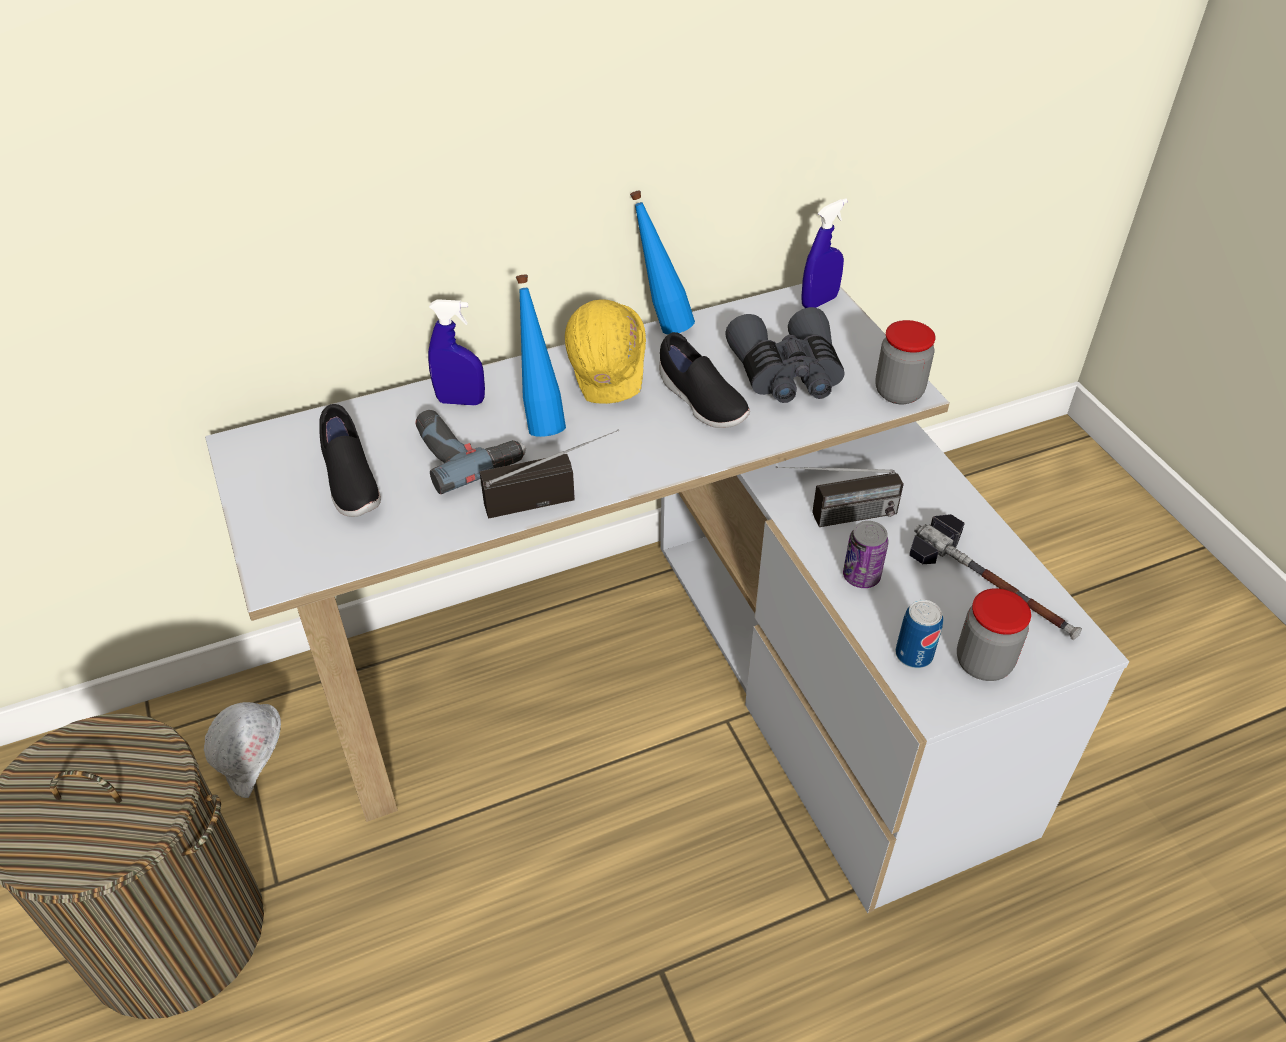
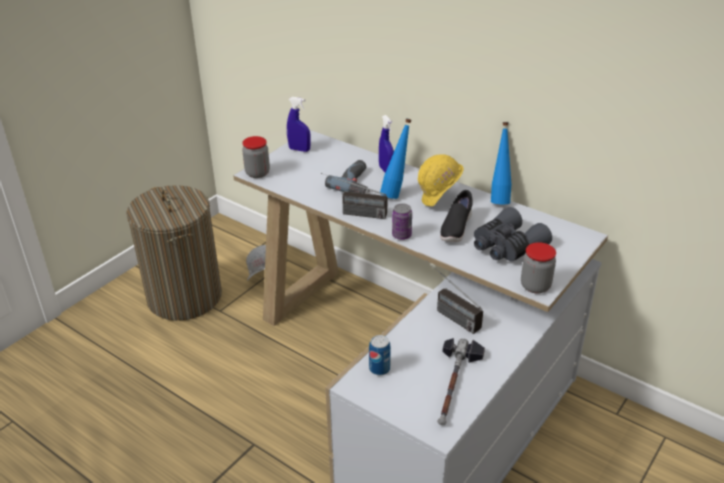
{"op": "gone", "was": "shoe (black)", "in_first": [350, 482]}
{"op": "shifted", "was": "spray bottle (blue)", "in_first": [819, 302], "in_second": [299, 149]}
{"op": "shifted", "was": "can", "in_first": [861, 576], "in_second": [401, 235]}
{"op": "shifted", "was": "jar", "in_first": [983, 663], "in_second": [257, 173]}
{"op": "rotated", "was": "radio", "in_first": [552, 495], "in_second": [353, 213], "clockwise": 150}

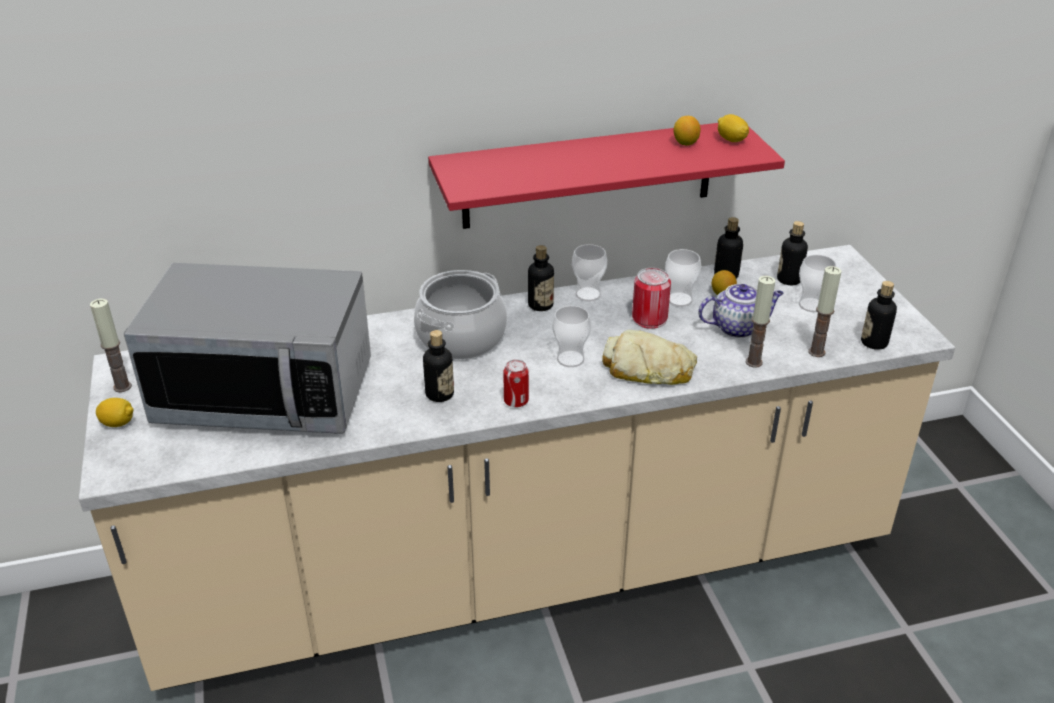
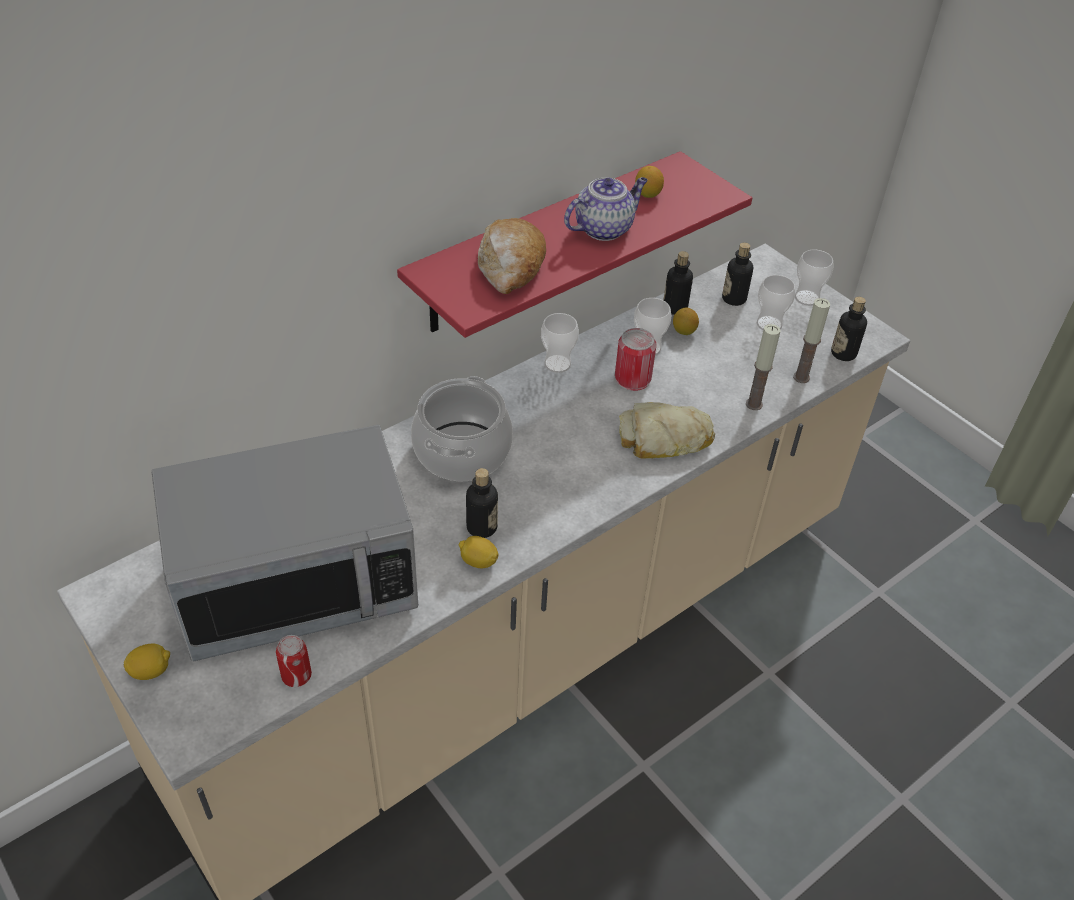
{"op": "gone", "was": "candle", "in_first": [122, 387]}
{"op": "gone", "was": "bottle", "in_first": [540, 305]}
{"op": "new", "now": "bread", "in_second": [511, 267]}
{"op": "shifted", "was": "can", "in_first": [516, 401], "in_second": [296, 676]}
{"op": "shifted", "was": "cup", "in_first": [570, 359], "in_second": [807, 298]}
{"op": "shifted", "was": "teapot", "in_first": [738, 327], "in_second": [604, 228]}
{"op": "shifted", "was": "citrus fruit", "in_first": [731, 140], "in_second": [478, 561]}

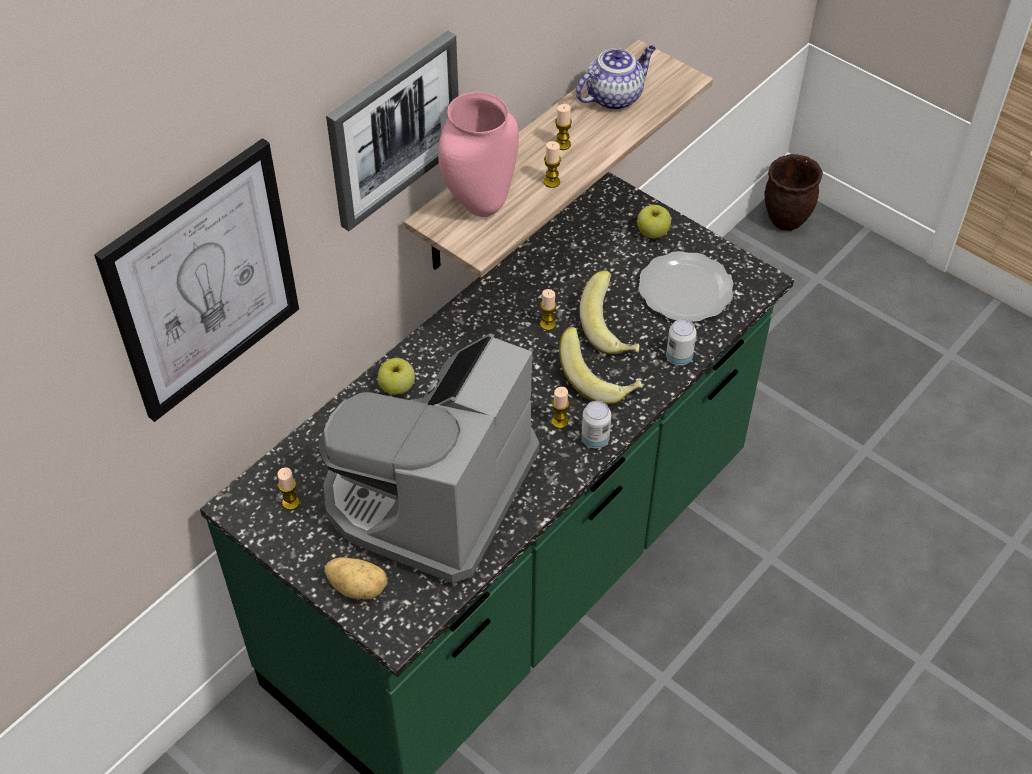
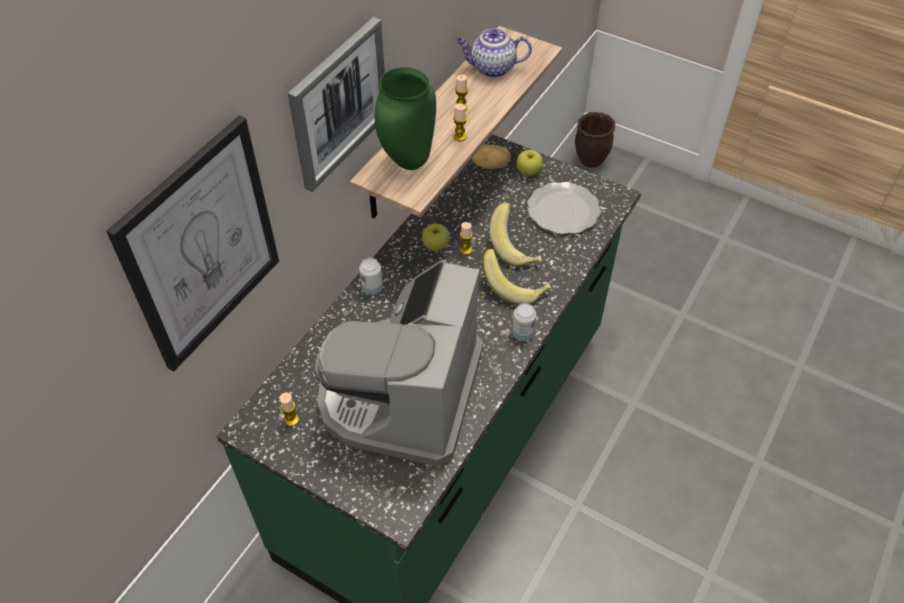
{"op": "gone", "was": "candle", "in_first": [559, 422]}
{"op": "shifted", "was": "potato", "in_first": [358, 586], "in_second": [490, 165]}
{"op": "shifted", "was": "apple", "in_first": [397, 387], "in_second": [436, 246]}
{"op": "shifted", "was": "can", "in_first": [679, 357], "in_second": [372, 288]}
{"op": "repainted", "was": "vase (pinkish)", "now": "vase (green-coloured)", "in_first": [479, 205], "in_second": [407, 161]}
{"op": "rotated", "was": "teapot", "in_first": [614, 96], "in_second": [492, 68], "clockwise": -135}

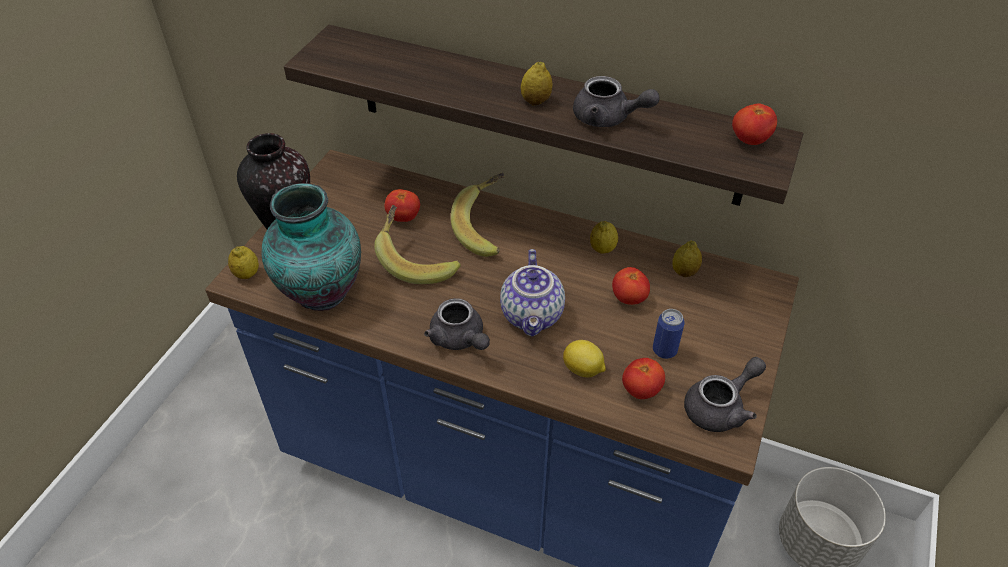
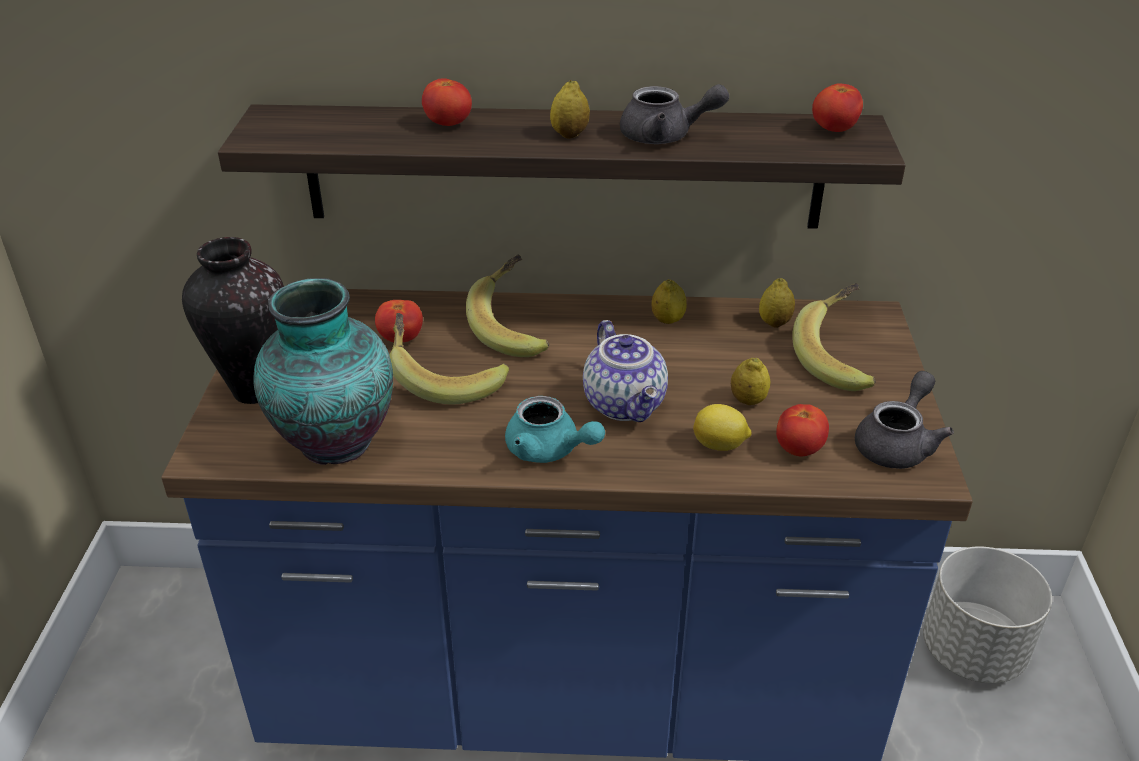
{"op": "gone", "was": "can", "in_first": [664, 350]}
{"op": "new", "now": "whole banana", "in_second": [841, 359]}
{"op": "shifted", "was": "citrus fruit", "in_first": [247, 274], "in_second": [748, 400]}
{"op": "shifted", "was": "tomato", "in_first": [629, 298], "in_second": [448, 124]}
{"op": "repainted", "was": "teapot (gray)", "now": "teapot (blue-green)", "in_first": [459, 339], "in_second": [549, 450]}

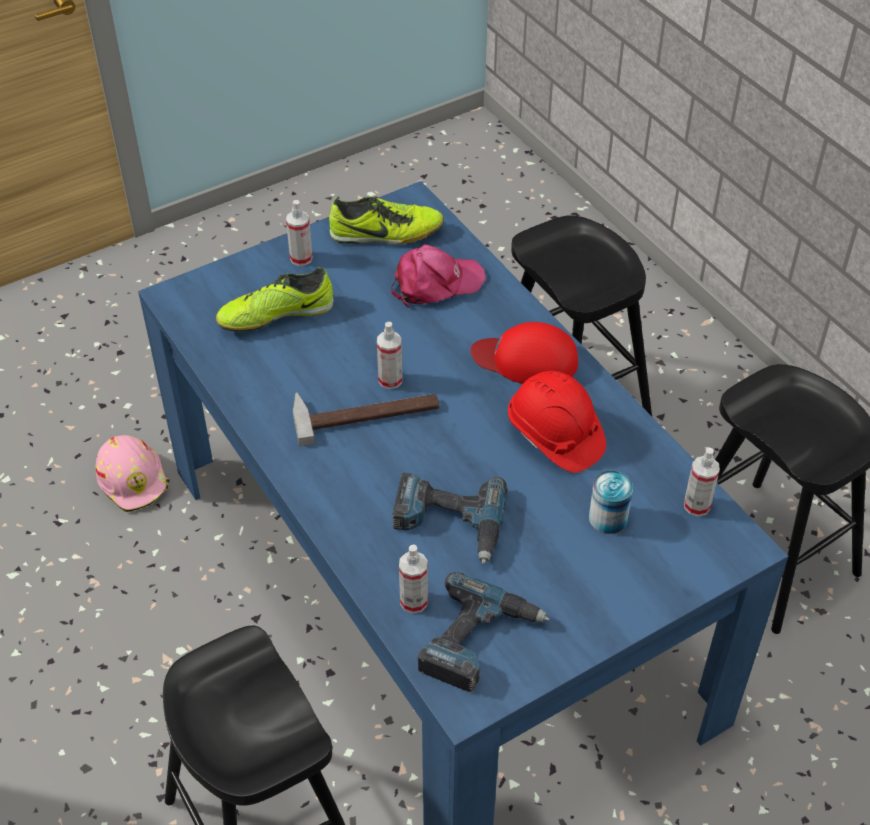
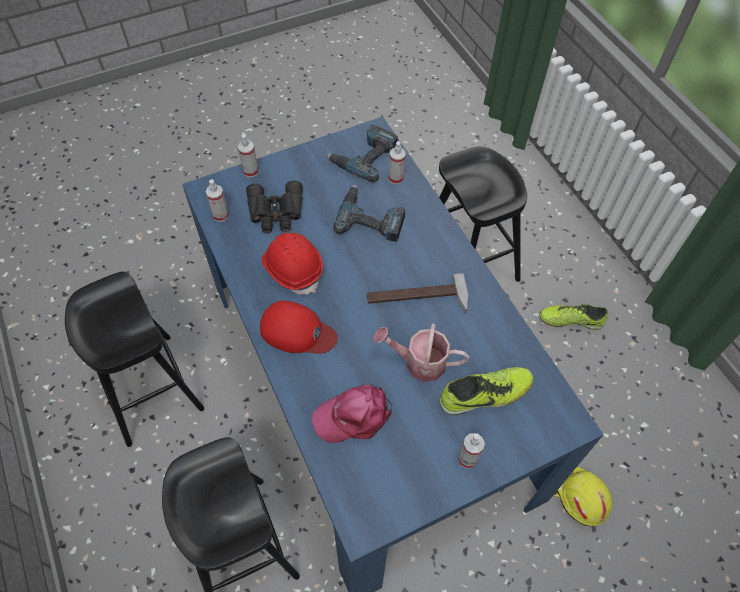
{"op": "new", "now": "watering pot", "in_second": [419, 362]}
{"op": "shifted", "was": "shoe", "in_first": [386, 234], "in_second": [570, 320]}
{"op": "shifted", "was": "spray bottle", "in_first": [390, 380], "in_second": [250, 171]}
{"op": "swapped", "was": "can", "now": "pair of binoculars (black)", "in_first": [608, 518], "in_second": [276, 213]}
{"op": "repainted", "was": "work helmet (pinkish)", "now": "work helmet (yellowish)", "in_first": [134, 480], "in_second": [579, 497]}

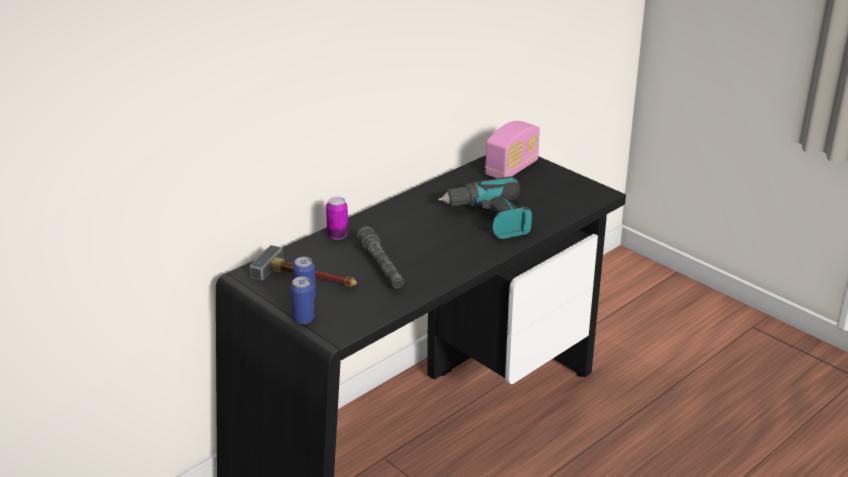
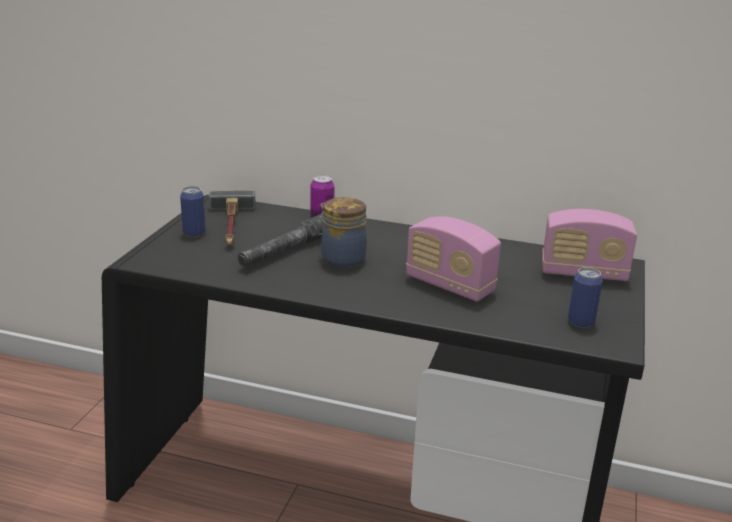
{"op": "new", "now": "jar", "in_second": [341, 259]}
{"op": "shifted", "was": "can", "in_first": [303, 319], "in_second": [581, 322]}
{"op": "swapped", "was": "drill", "now": "radio", "in_first": [490, 219], "in_second": [449, 285]}

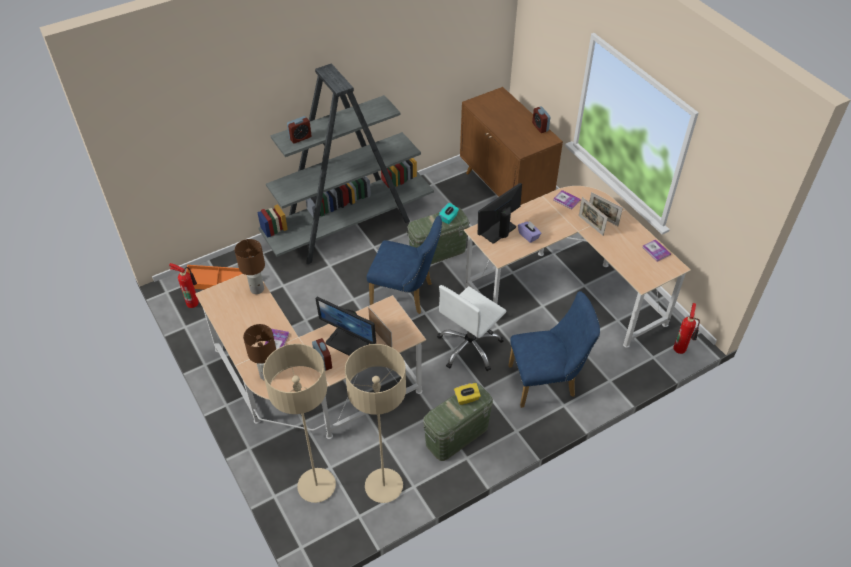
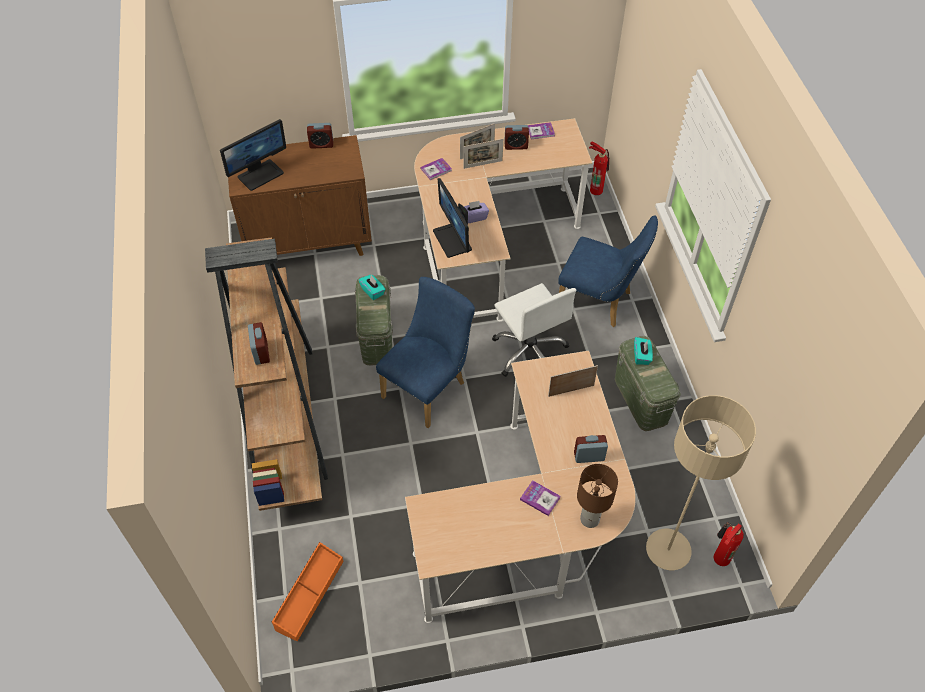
{"op": "gone", "was": "tabletop lamp (brownish)", "in_first": [257, 289]}
{"op": "gone", "was": "standard lamp (beige-coloured)", "in_first": [384, 486]}
{"op": "new", "now": "table clock", "in_second": [516, 146]}
{"op": "shifted", "was": "extinguisher", "in_first": [192, 302], "in_second": [719, 558]}
{"op": "shifted", "was": "computer screen", "in_first": [348, 342], "in_second": [260, 174]}
{"op": "repainted", "was": "bookcase (gray)", "now": "bookcase (brownish)", "in_first": [349, 226], "in_second": [284, 414]}
{"op": "repainted", "was": "box of tissues (yellowish)", "now": "box of tissues (blue-green)", "in_first": [467, 398], "in_second": [641, 356]}
{"op": "rotated", "was": "plain chair (blue)", "in_first": [547, 382], "in_second": [599, 303], "clockwise": 105}

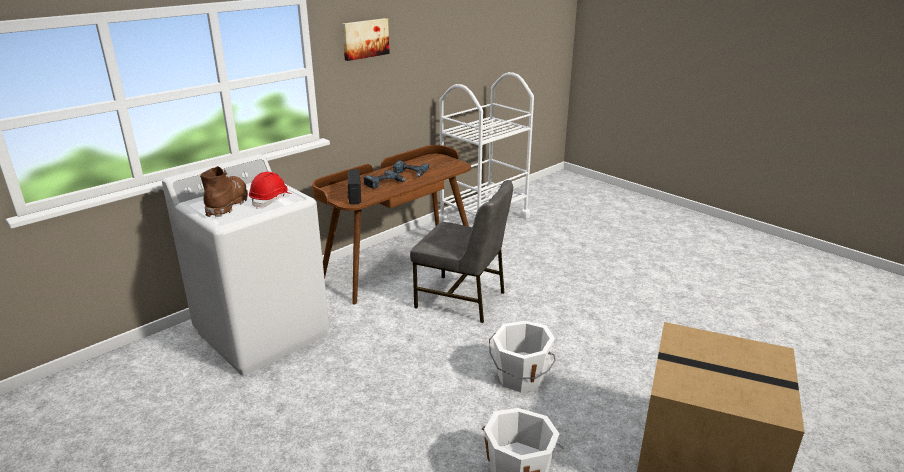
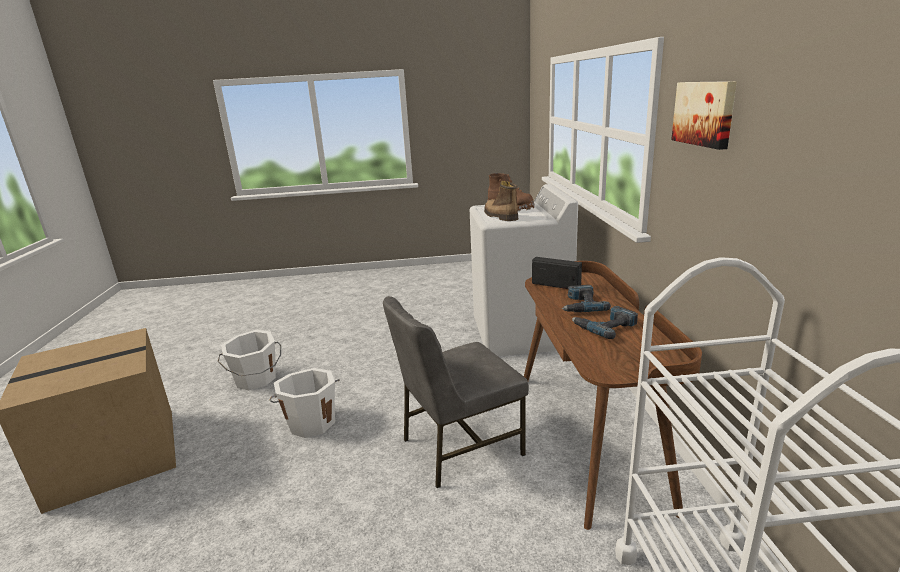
{"op": "swapped", "was": "work helmet (reddish)", "now": "boot", "in_first": [271, 200], "in_second": [500, 216]}

